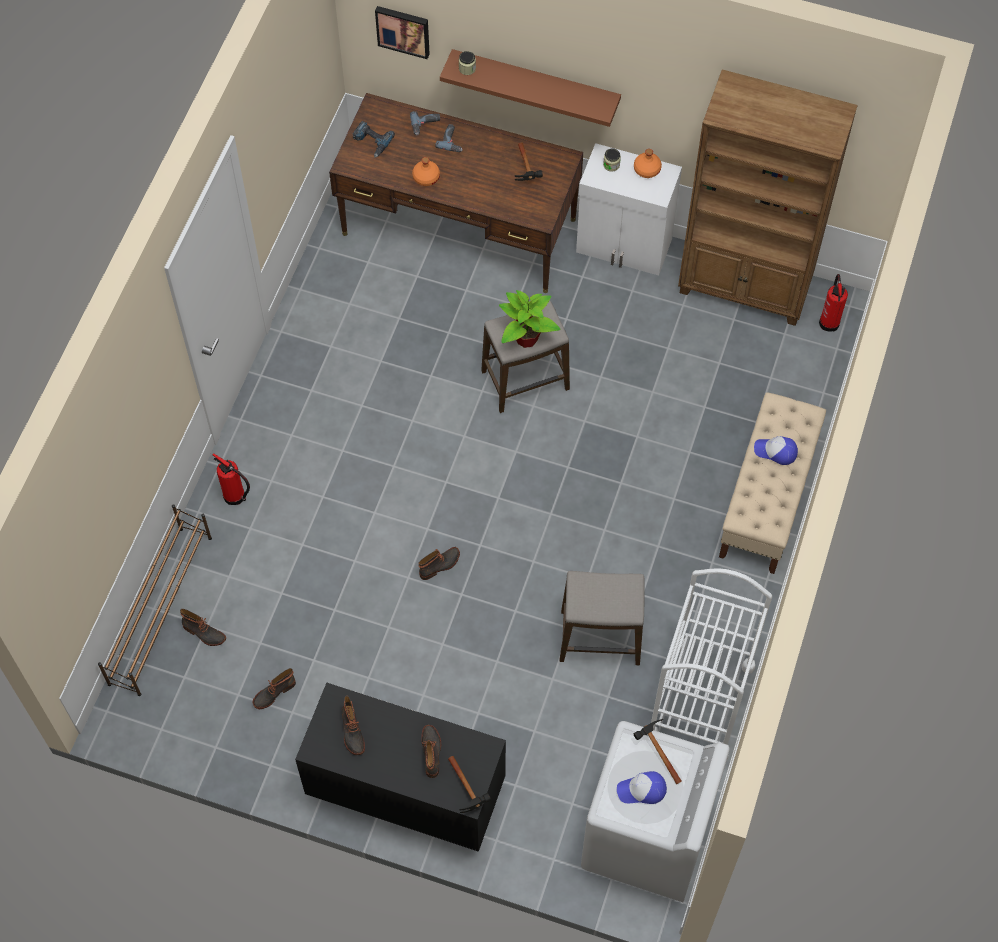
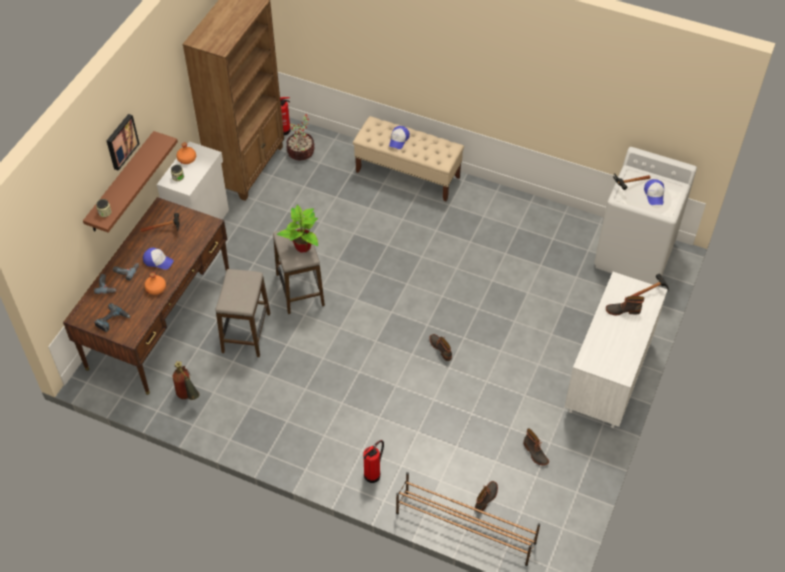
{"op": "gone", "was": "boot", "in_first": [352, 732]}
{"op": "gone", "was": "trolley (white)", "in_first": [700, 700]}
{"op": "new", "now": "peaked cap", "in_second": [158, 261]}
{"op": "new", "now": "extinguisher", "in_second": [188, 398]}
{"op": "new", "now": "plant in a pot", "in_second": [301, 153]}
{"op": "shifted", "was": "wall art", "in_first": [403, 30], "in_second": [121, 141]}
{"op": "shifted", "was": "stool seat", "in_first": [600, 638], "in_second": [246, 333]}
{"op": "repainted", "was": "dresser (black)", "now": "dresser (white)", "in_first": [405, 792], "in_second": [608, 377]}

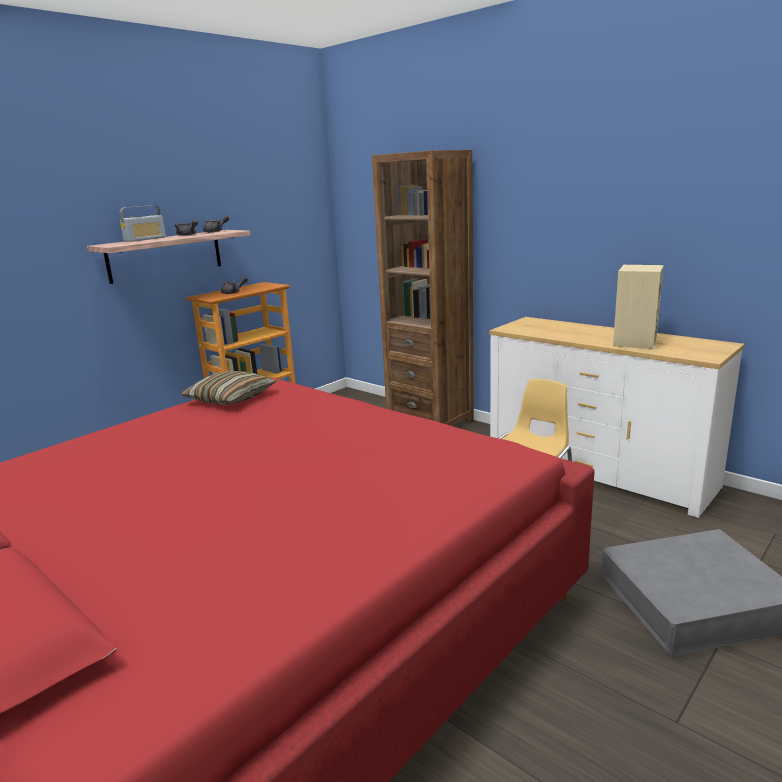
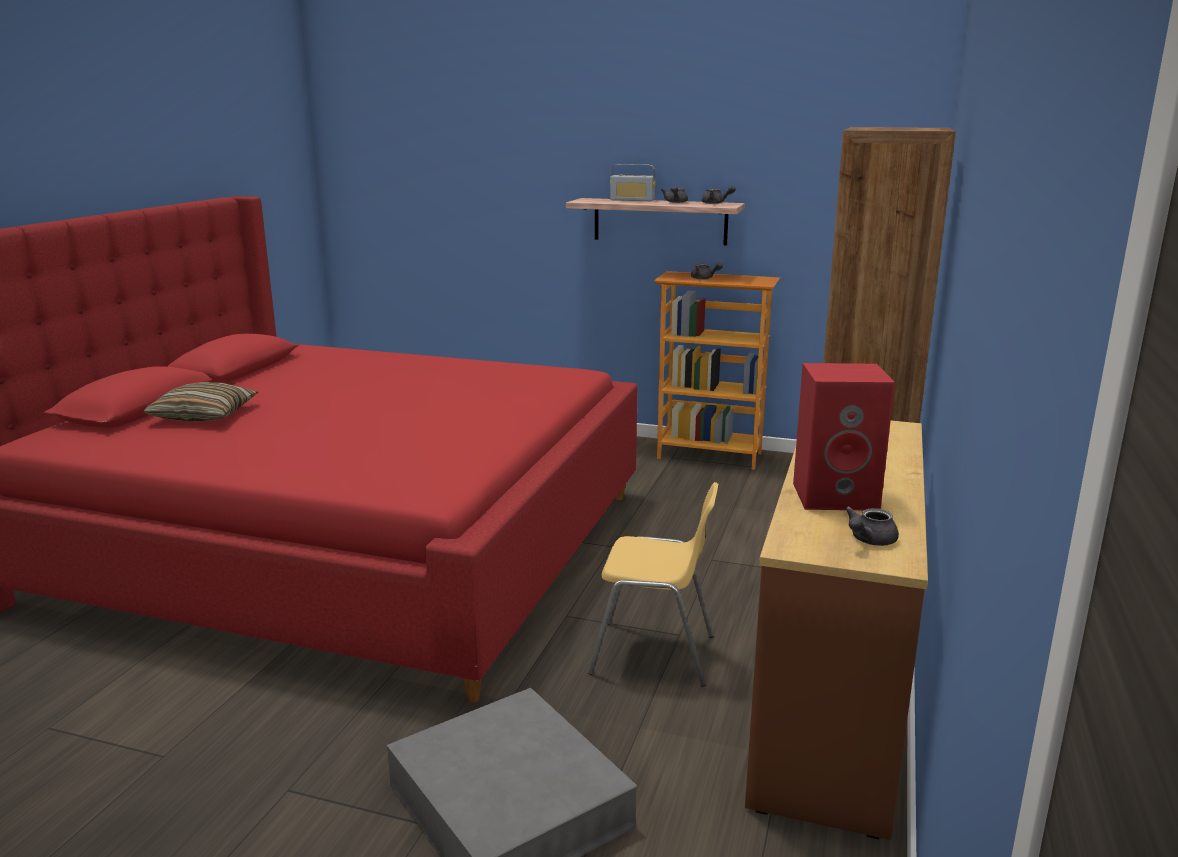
{"op": "new", "now": "teapot (gray)", "in_second": [868, 540]}
{"op": "shifted", "was": "throw pillow", "in_first": [231, 398], "in_second": [204, 415]}
{"op": "repainted", "was": "dresser (white)", "now": "dresser (brownish)", "in_first": [598, 471], "in_second": [833, 700]}
{"op": "repainted", "was": "audio speaker (beige-coloured)", "now": "audio speaker (reddish)", "in_first": [634, 341], "in_second": [837, 496]}

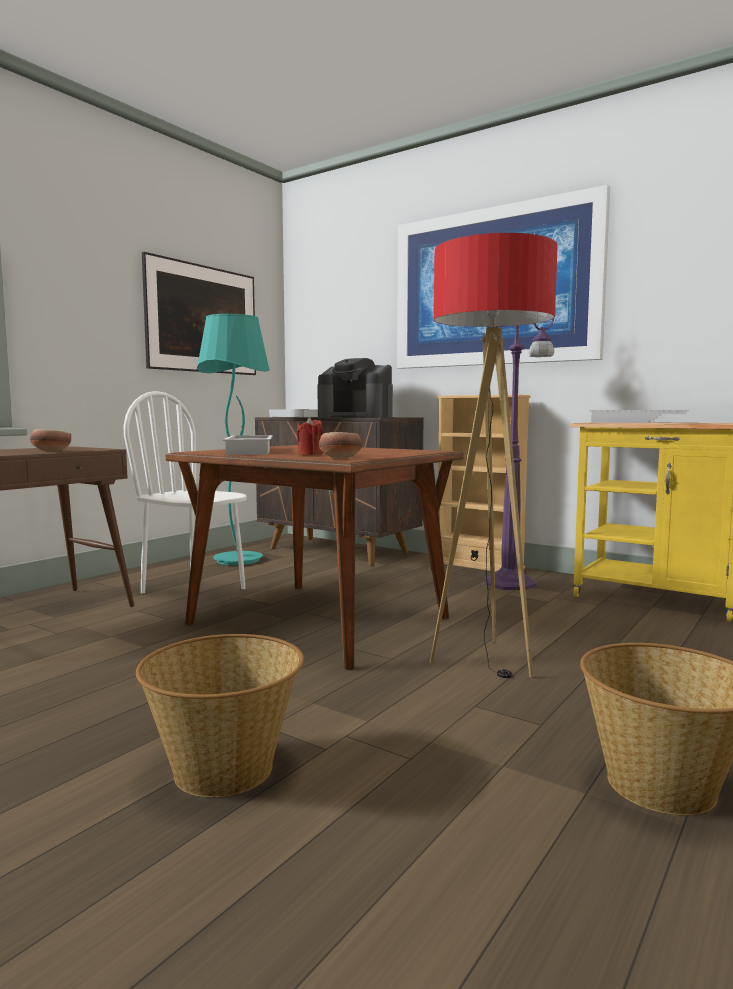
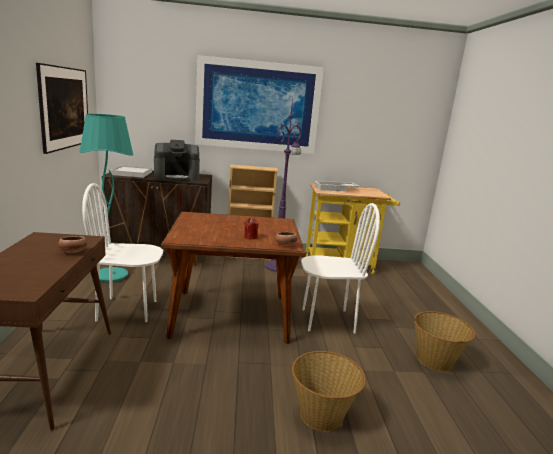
{"op": "gone", "was": "tray (white)", "in_first": [251, 451]}
{"op": "swapped", "was": "standard lamp", "now": "plain chair (white)", "in_first": [485, 660], "in_second": [327, 320]}

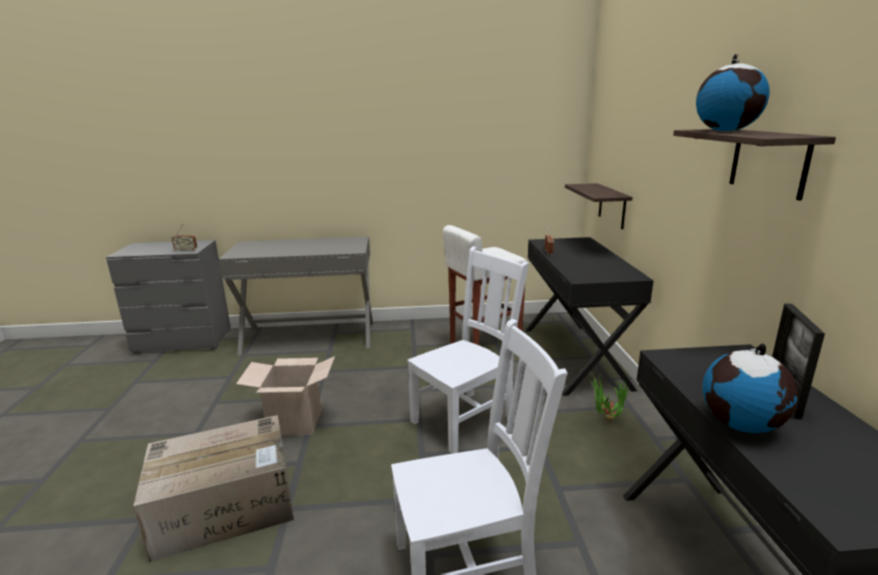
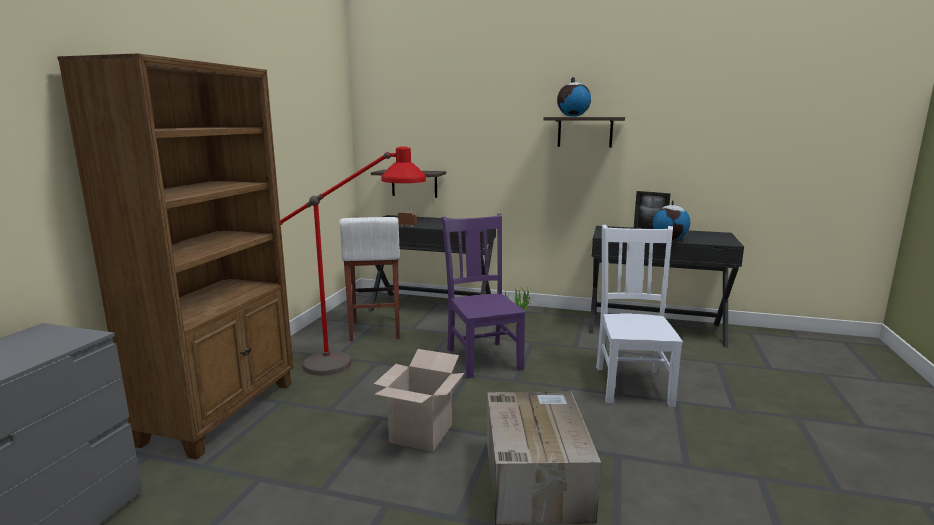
{"op": "gone", "was": "radio", "in_first": [186, 250]}
{"op": "new", "now": "standard lamp (reddish)", "in_second": [360, 366]}
{"op": "swapped", "was": "desk unit (gray)", "now": "bookcase (brownish)", "in_first": [310, 337], "in_second": [222, 411]}
{"op": "repainted", "was": "plain chair (white)", "now": "plain chair (purple)", "in_first": [466, 420], "in_second": [483, 357]}

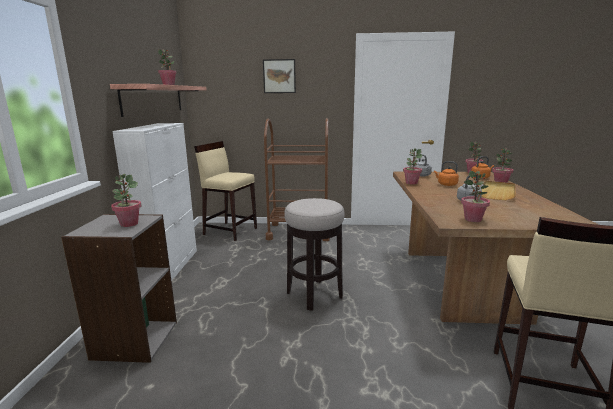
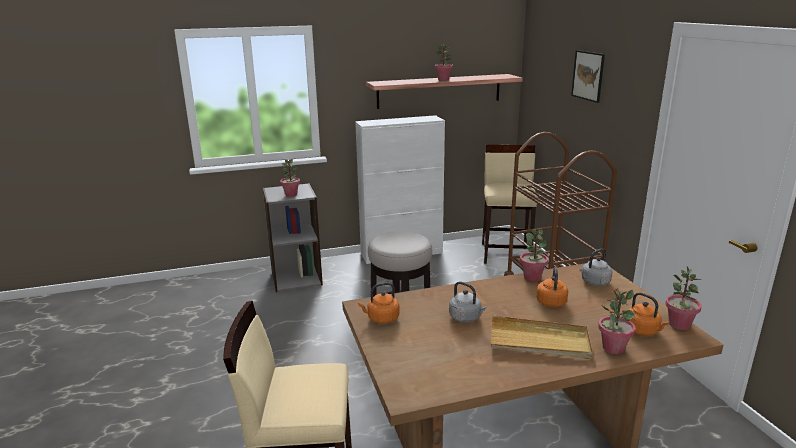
{"op": "swapped", "was": "plant in a pot", "now": "tea kettle (orangey)", "in_first": [473, 219], "in_second": [381, 319]}

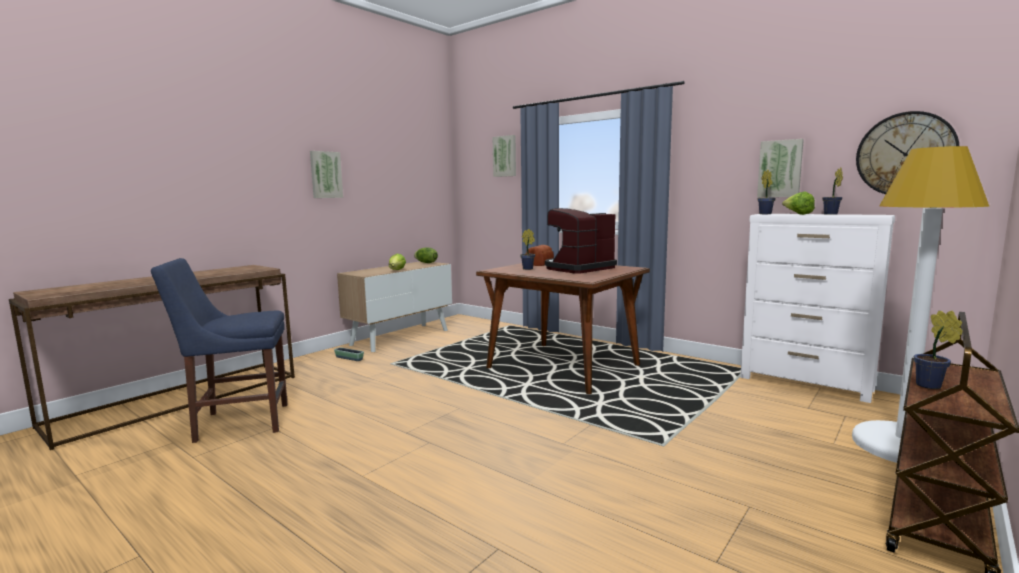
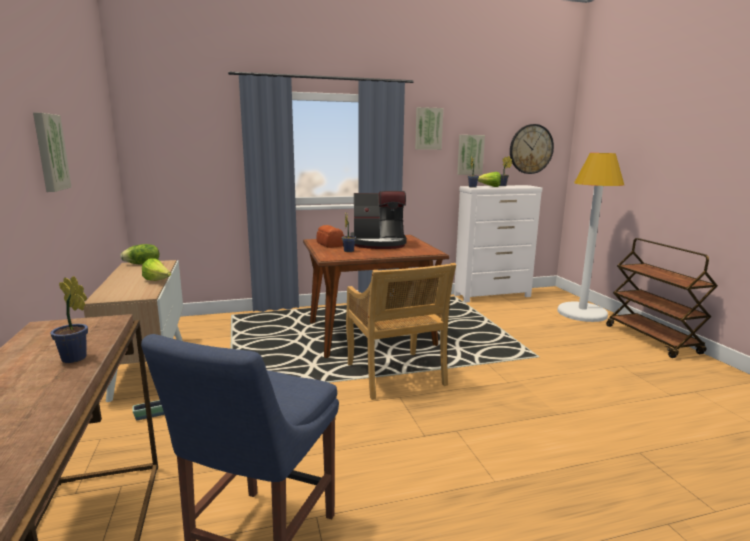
{"op": "new", "now": "plain chair (beige-coloured)", "in_second": [396, 376]}
{"op": "shifted", "was": "wall art", "in_first": [505, 156], "in_second": [428, 128]}
{"op": "shifted", "was": "plant in a pot", "in_first": [931, 386], "in_second": [76, 359]}
{"op": "rotated", "was": "coffee brewer", "in_first": [578, 268], "in_second": [379, 243], "clockwise": -90}

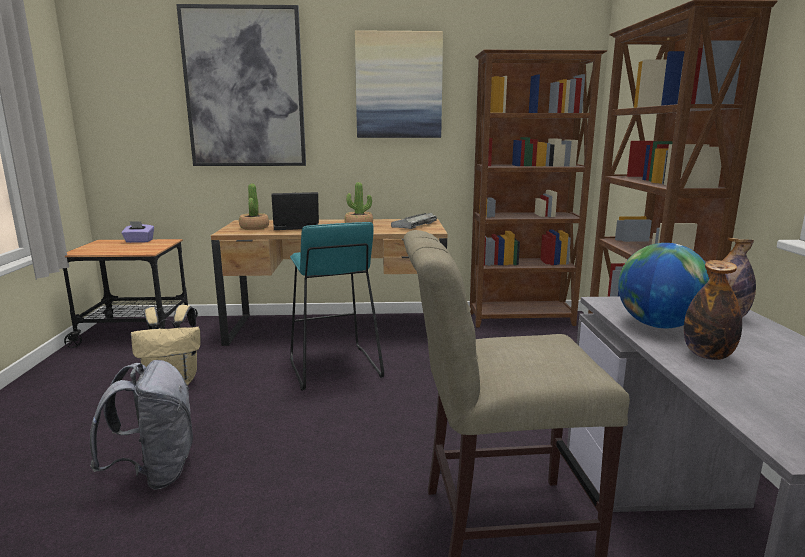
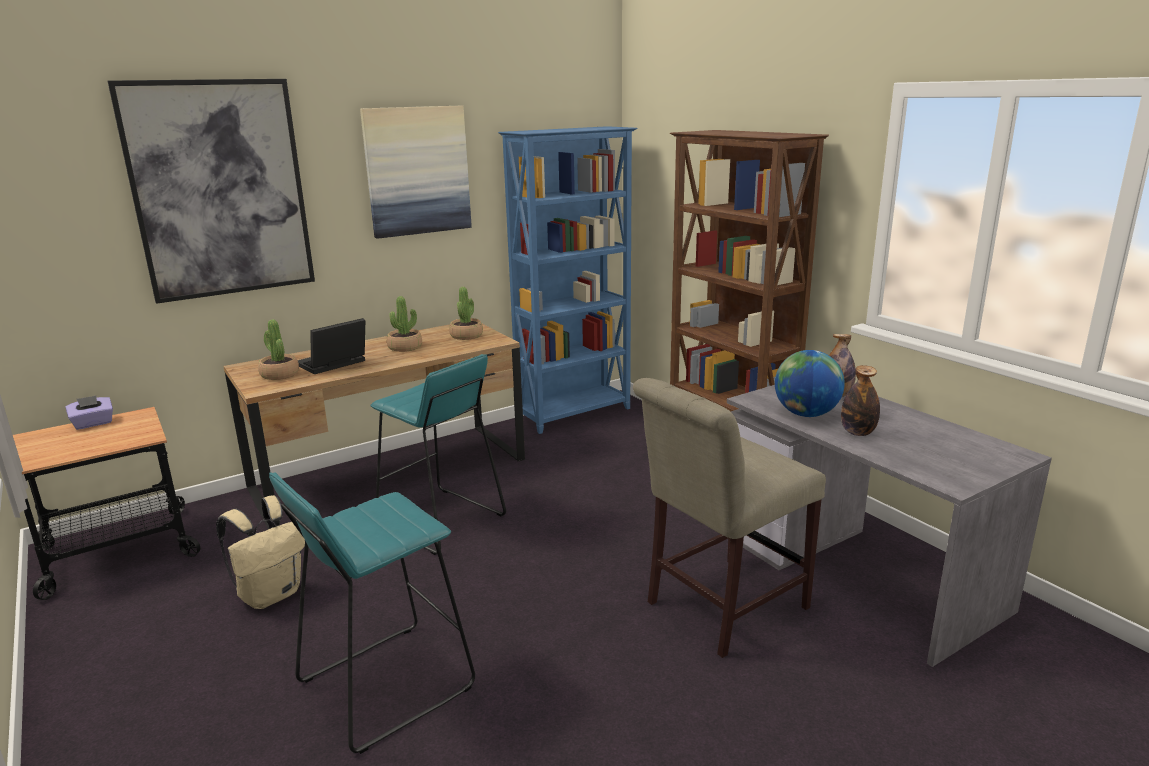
{"op": "swapped", "was": "backpack (gray)", "now": "stool seat (blue-green)", "in_first": [155, 473], "in_second": [384, 685]}
{"op": "swapped", "was": "PC keyboard", "now": "plant in a pot", "in_first": [414, 225], "in_second": [466, 336]}
{"op": "repainted", "was": "bookcase (brownish)", "now": "bookcase (blue)", "in_first": [522, 319], "in_second": [575, 414]}

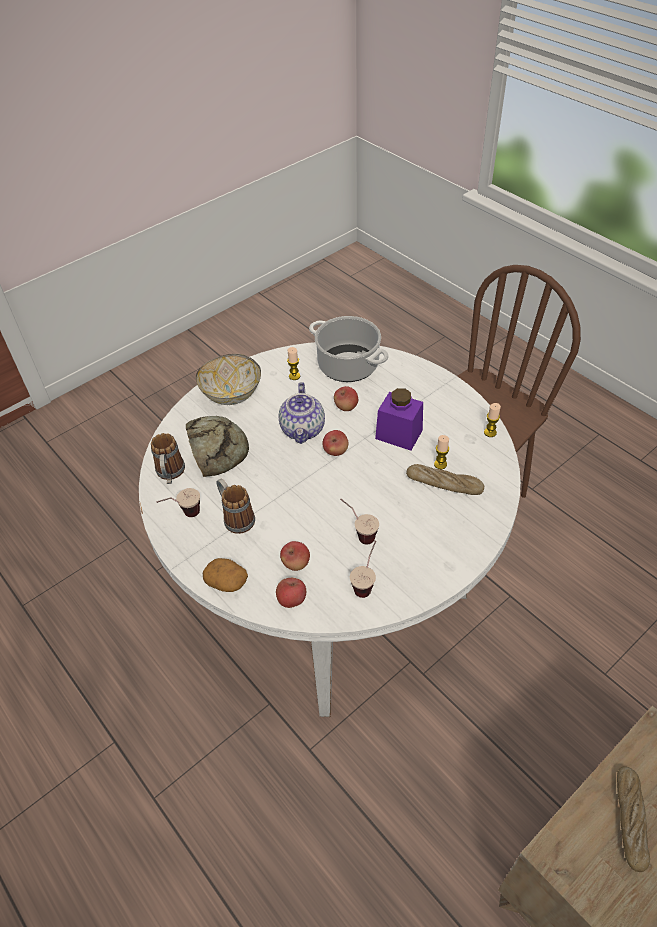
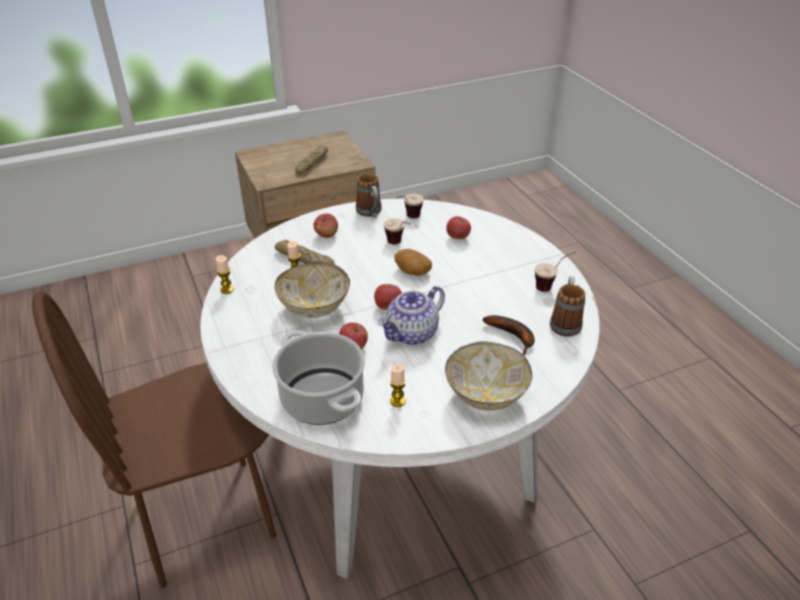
{"op": "shifted", "was": "potato", "in_first": [227, 581], "in_second": [412, 271]}
{"op": "shifted", "was": "coffee mug", "in_first": [235, 517], "in_second": [370, 213]}
{"op": "shifted", "was": "apple", "in_first": [291, 600], "in_second": [326, 235]}
{"op": "swapped", "was": "bread", "now": "whole banana", "in_first": [216, 448], "in_second": [513, 336]}
{"op": "swapped", "was": "jar (purple)", "now": "serving bowl", "in_first": [399, 434], "in_second": [315, 307]}
{"op": "rotated", "was": "teapot", "in_first": [303, 430], "in_second": [412, 334], "clockwise": -150}

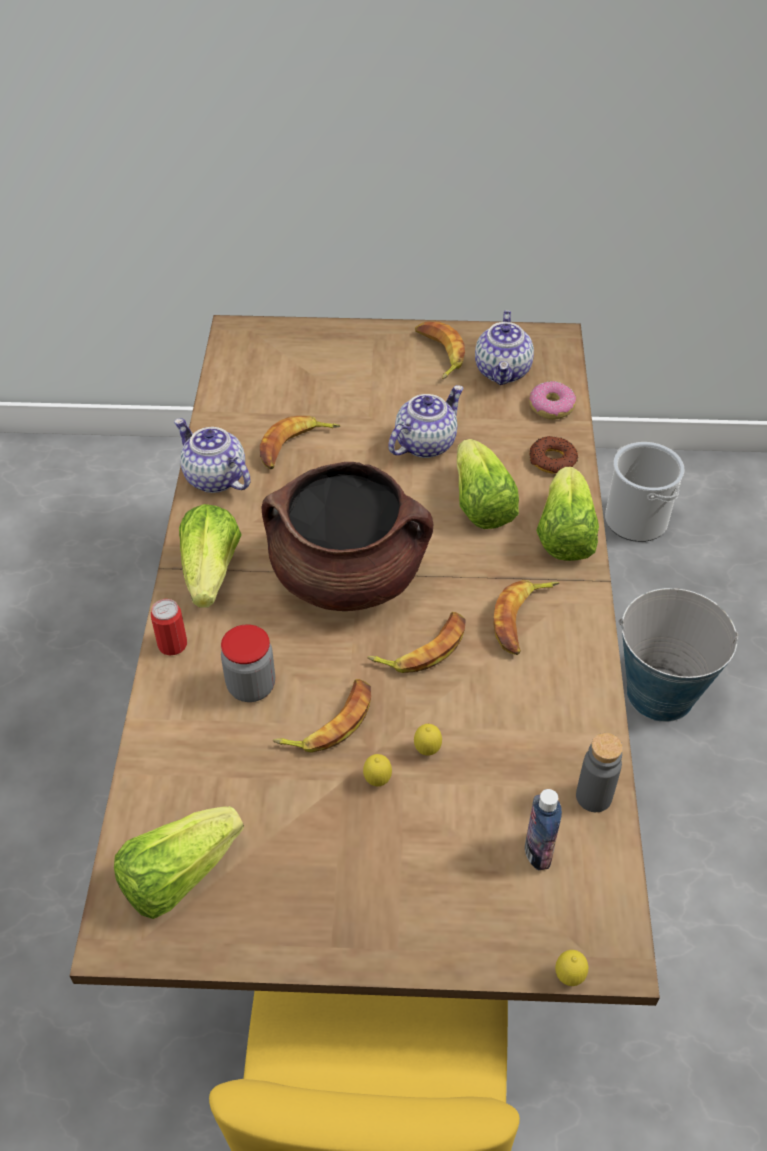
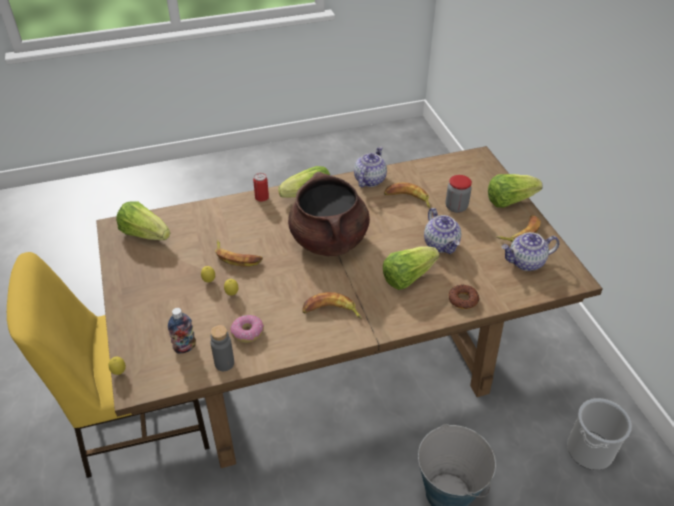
{"op": "gone", "was": "whole banana", "in_first": [423, 648]}
{"op": "shifted", "was": "jar", "in_first": [251, 686], "in_second": [456, 207]}
{"op": "shifted", "was": "doughnut", "in_first": [551, 407], "in_second": [247, 332]}
{"op": "shifted", "was": "head of lettuce", "in_first": [564, 534], "in_second": [509, 200]}
{"op": "rotated", "was": "teapot", "in_first": [425, 443], "in_second": [441, 244], "clockwise": 45}

